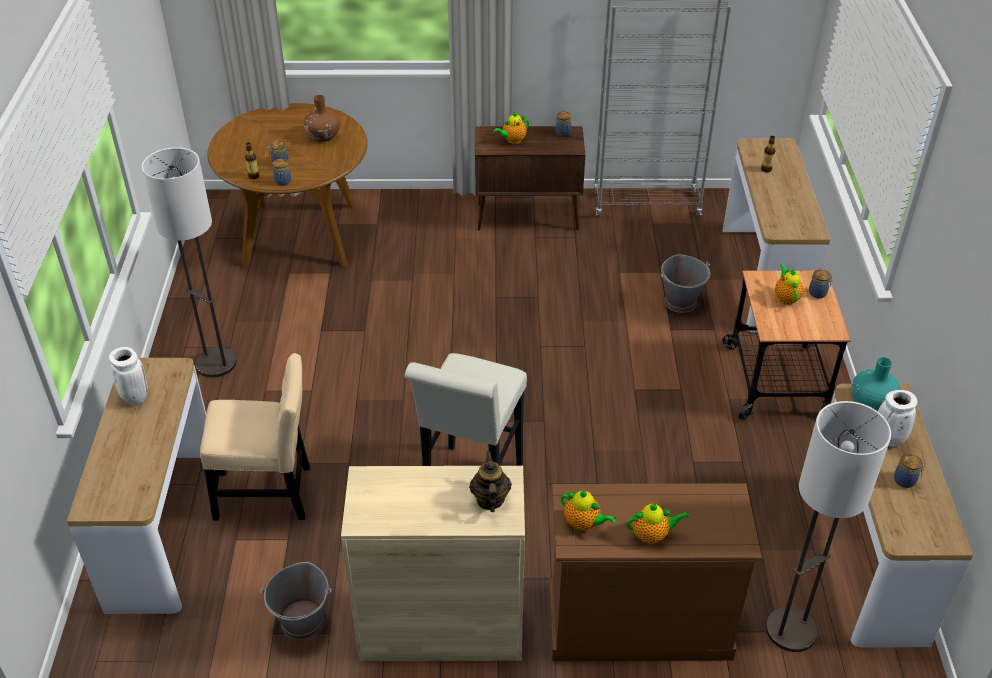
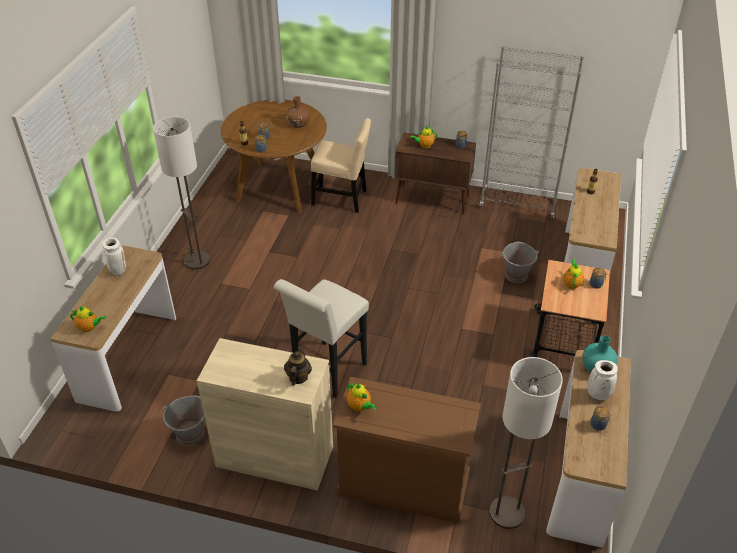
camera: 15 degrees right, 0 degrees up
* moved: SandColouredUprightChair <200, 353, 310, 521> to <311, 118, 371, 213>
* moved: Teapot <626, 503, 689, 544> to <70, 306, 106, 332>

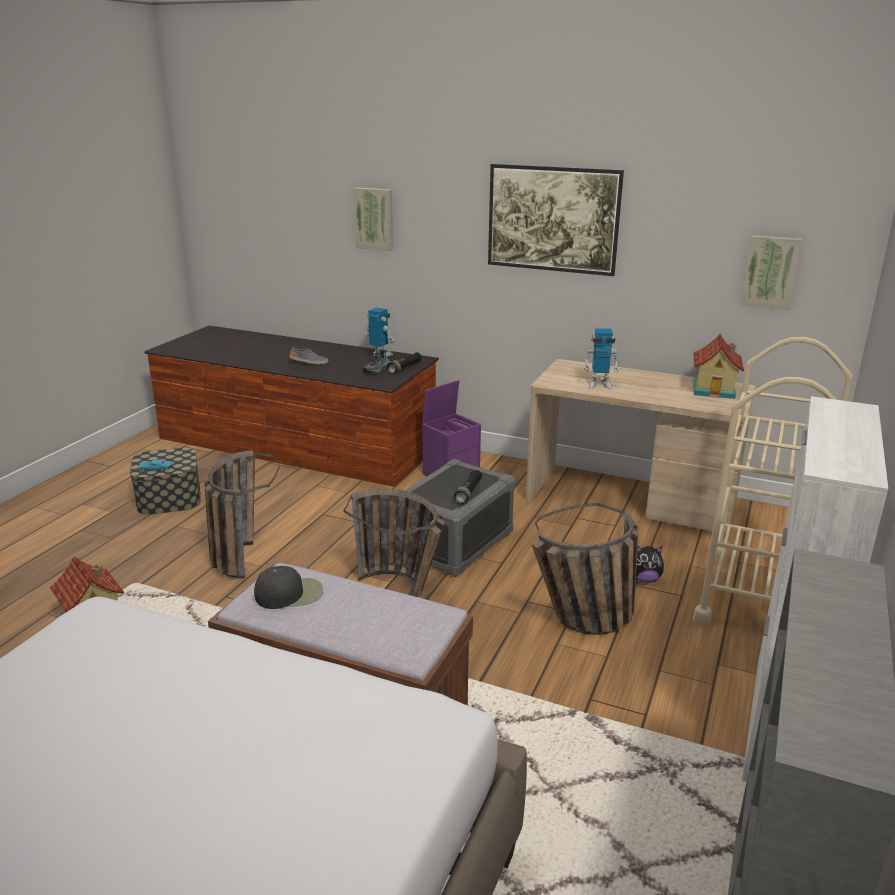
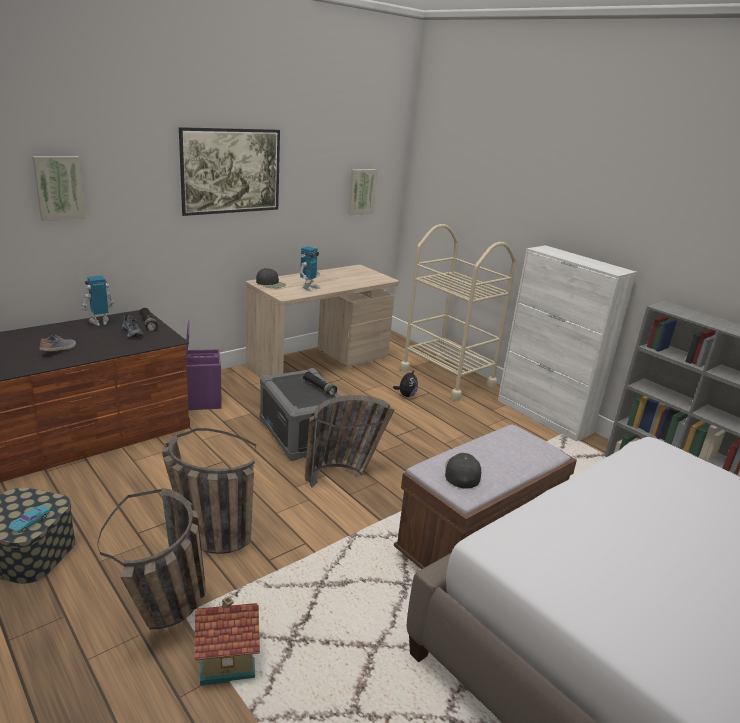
camera: 65 degrees left, 0 degrees up
* moved: StorageBasket <532, 503, 639, 635> to <97, 488, 206, 629>
* removed: ToyHouse <693, 334, 744, 399>
* added: BlackColouredPeakedCap <256, 268, 286, 288>

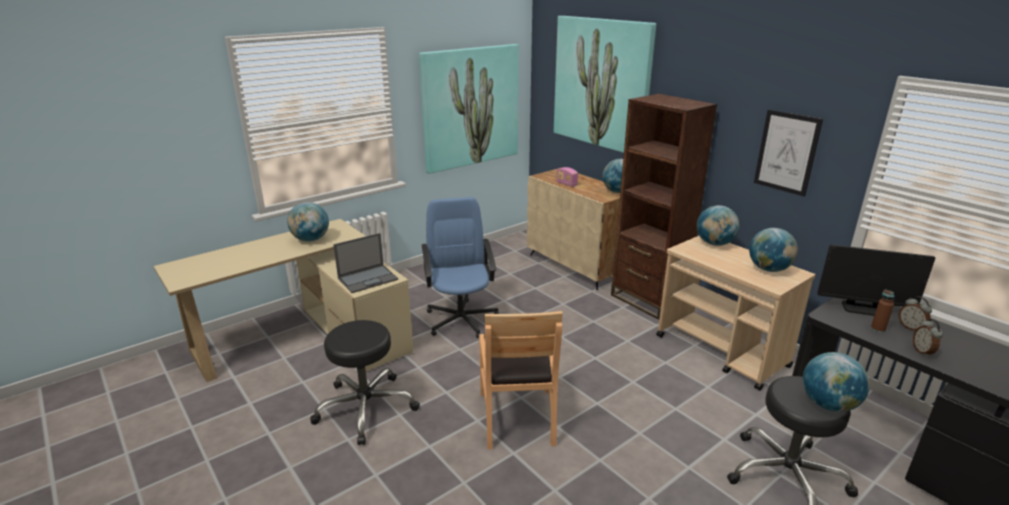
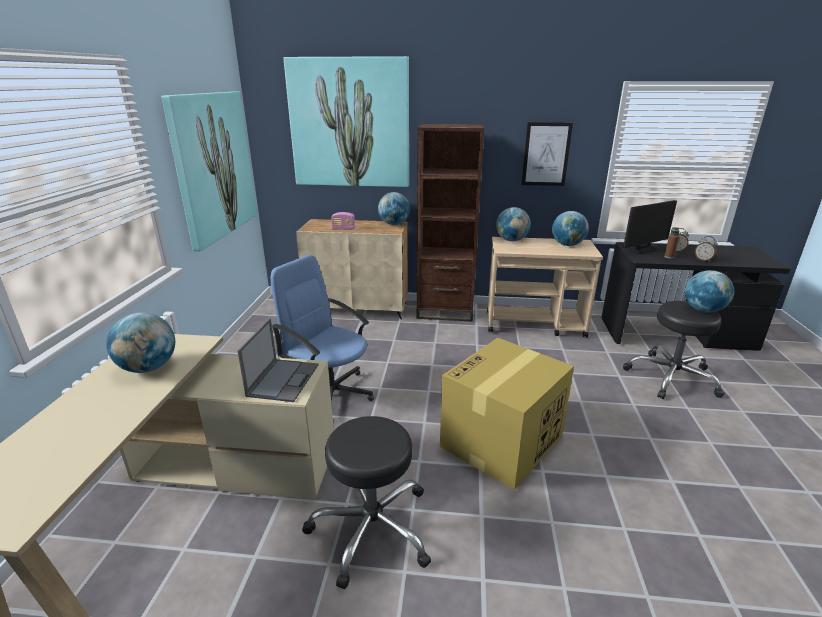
camera: 45 degrees left, 0 degrees up
* replaced: BrownUprightChair <479, 311, 563, 449> to PackingBox <440, 338, 574, 490>

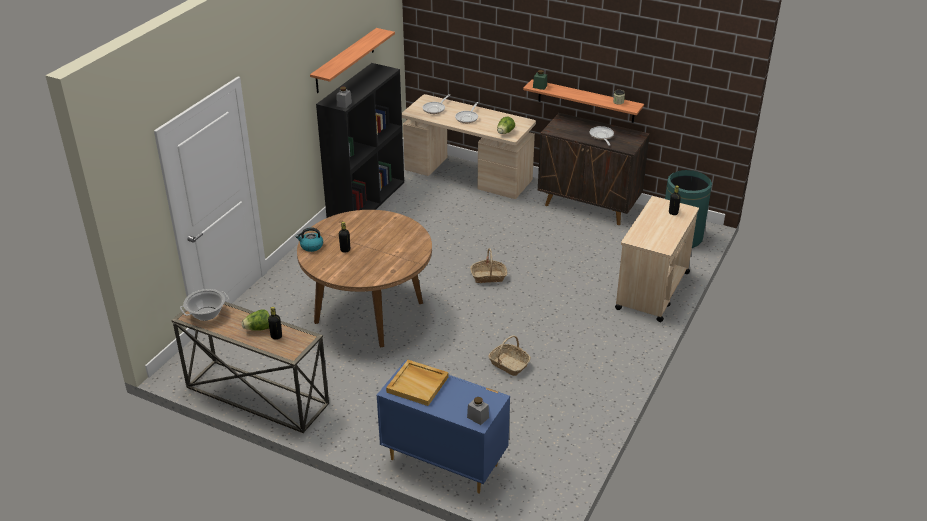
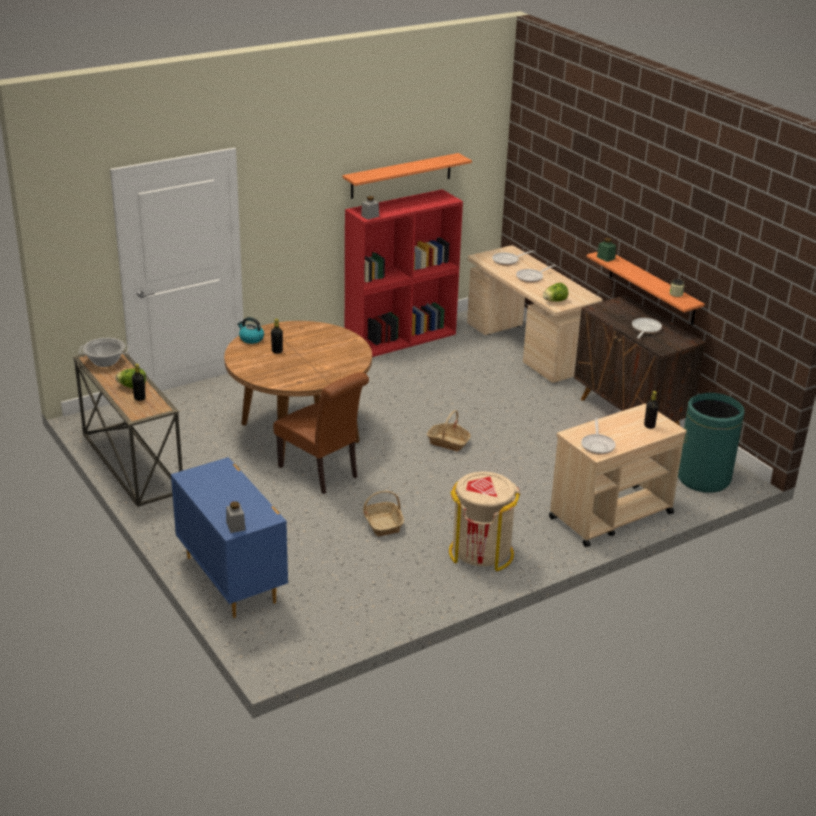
camera: 30 degrees right, 5 degrees down
* recoloured: BlackColouredShelvingUnit <316, 63, 404, 218> to RedShelvingUnit <345, 189, 463, 357>
* removed: SandColouredTray <386, 360, 449, 406>
* added: BrownUprightChair <273, 372, 369, 494>
* added: SandColouredRubbishBin <449, 472, 520, 571>
* added: Pan <581, 418, 616, 455>

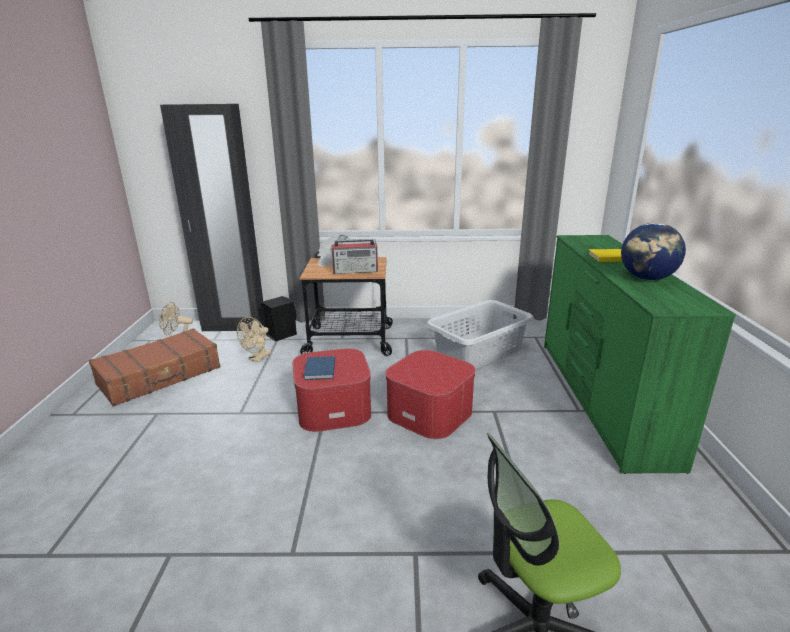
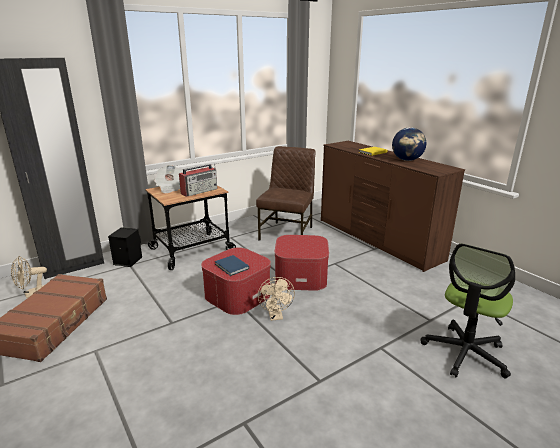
camera: 35 degrees left, 0 degrees up
* moved: SandColouredCoolingFan <237, 317, 271, 362> to <258, 277, 295, 321>
* replaced: GrayLaundryBasket <426, 300, 534, 369> to BrownUprightChair <256, 146, 316, 241>
* recoloured: GreenChestOfDrawers <544, 235, 736, 474> to BrownChestOfDrawers <321, 141, 465, 272>

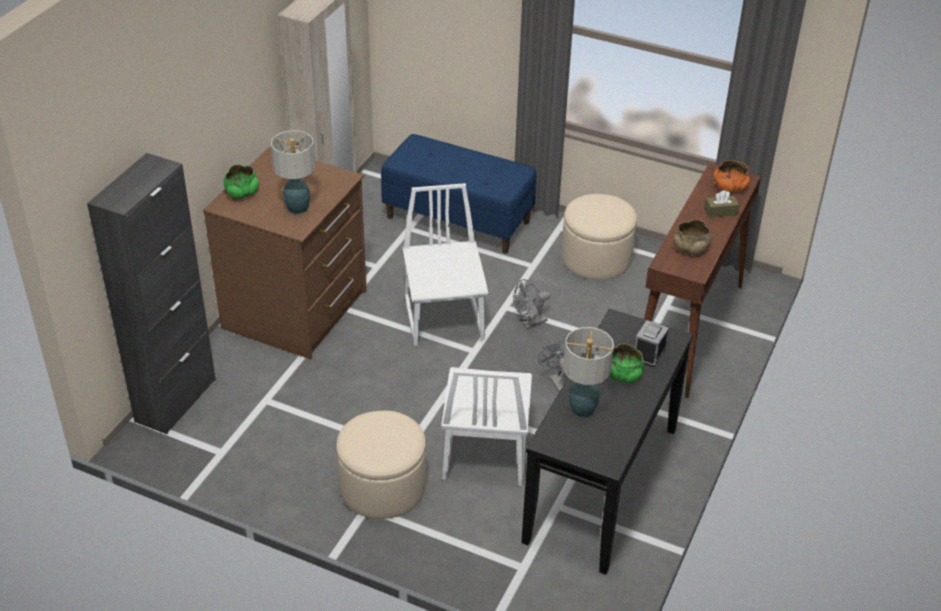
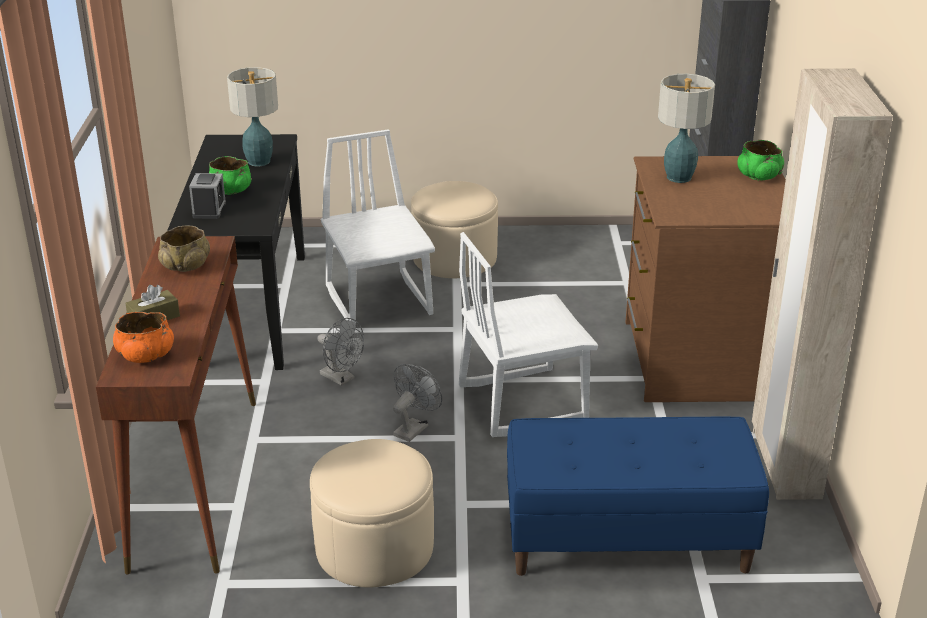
camera: 155 degrees right, 10 degrees down
* turned: WhitishUprightChair <402, 183, 488, 346> = <459, 232, 598, 437> 105 degrees clockwise

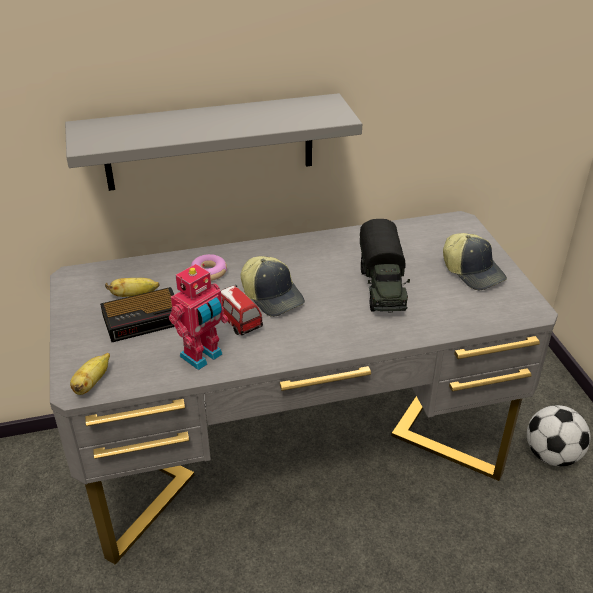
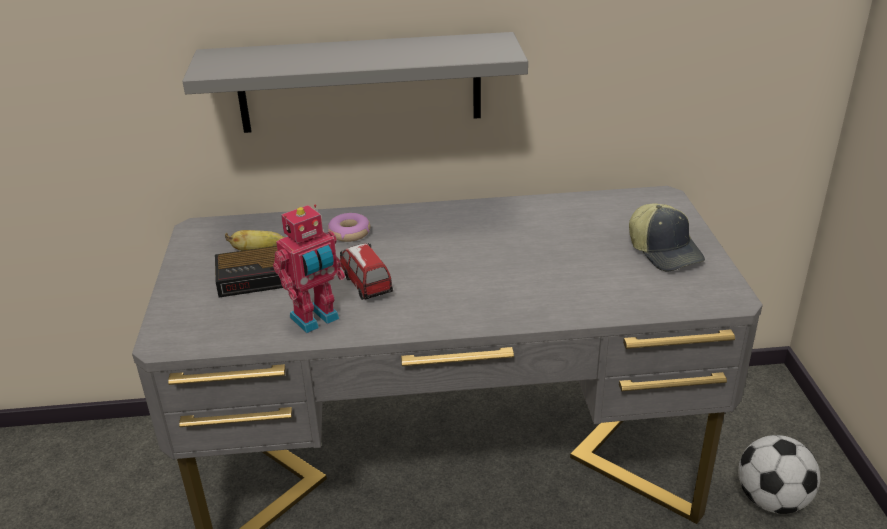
camera: 10 degrees right, 5 degrees down
* removed: BananaFruit <70, 353, 110, 395>
* removed: PeakedCap <241, 256, 305, 317>
* removed: ToyTruck <360, 219, 410, 313>

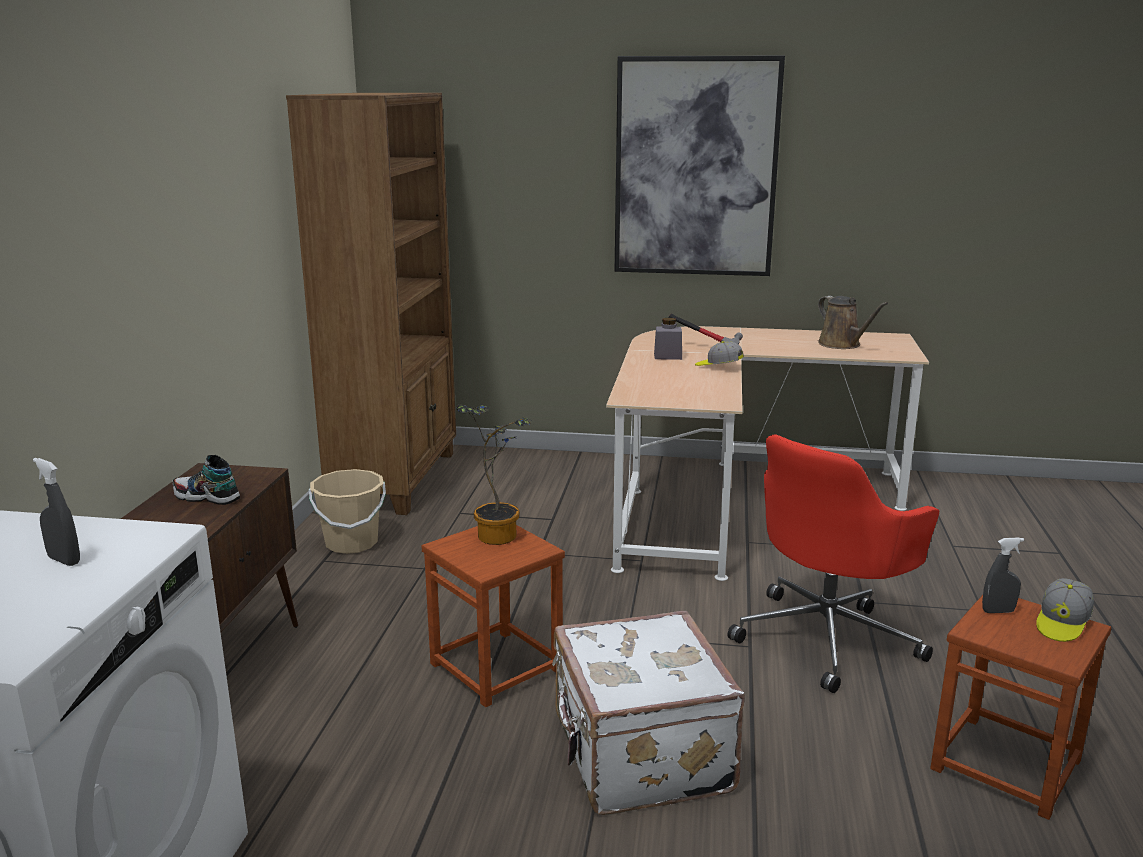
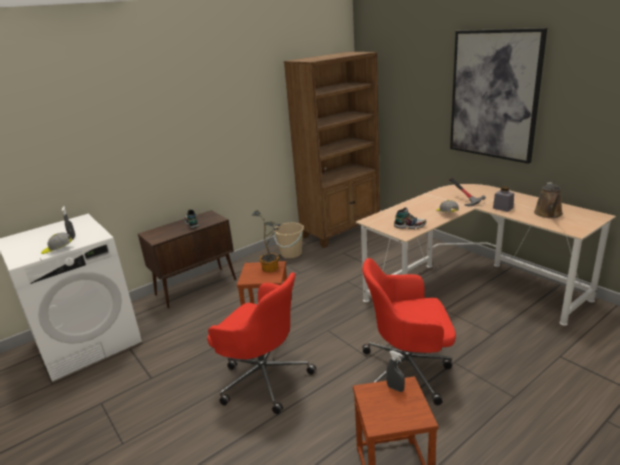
camera: 45 degrees right, 5 degrees up
* replaced: WhitishTravelCase <552, 611, 745, 815> to RedOfficeChair <207, 272, 316, 414>
* moved: GrayJar <654, 318, 682, 360> to <493, 186, 514, 212>
* moved: PeakedCap <1036, 578, 1094, 642> to <41, 232, 72, 254>
* added: ItemOfFootwear <394, 207, 426, 229>

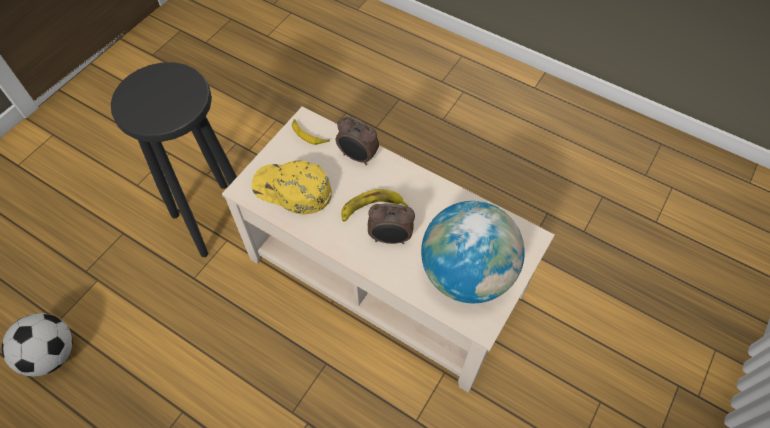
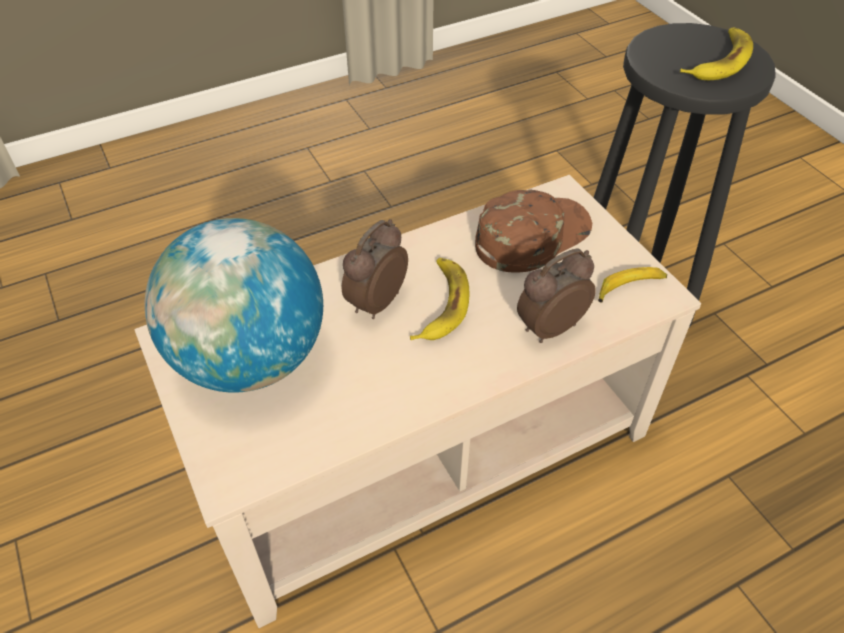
camera: 120 degrees right, 10 degrees down
* removed: BallForFootball <2, 313, 73, 376>
* recoloured: YellowPeakedCap <252, 160, 332, 214> to BrownPeakedCap <475, 190, 592, 273>
* added: BananaFruit <680, 27, 753, 80>

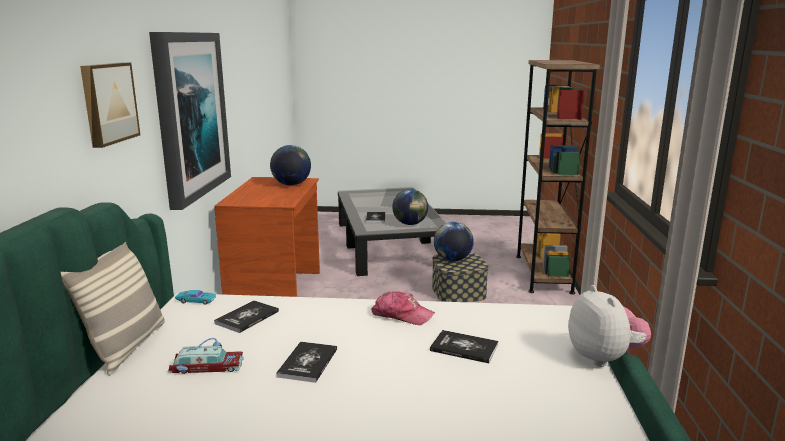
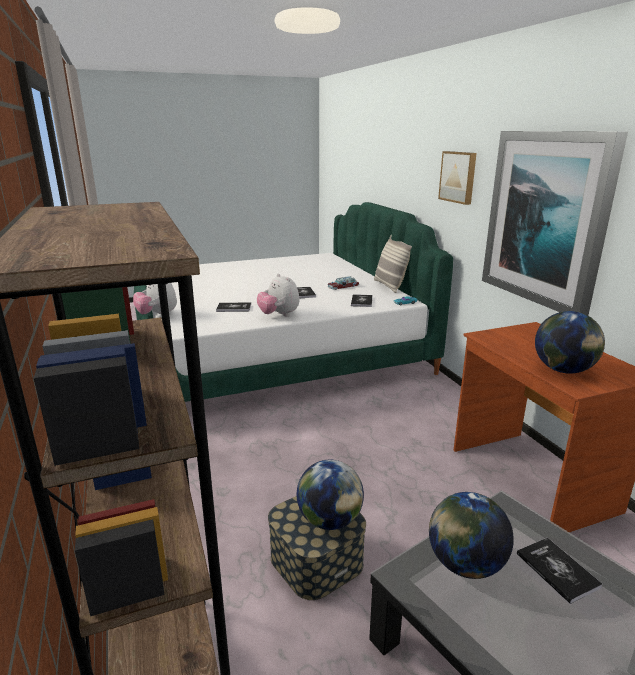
camera: 155 degrees right, 5 degrees up
* replaced: PeakedCap <371, 291, 435, 325> to SoftToy <257, 274, 299, 316>

